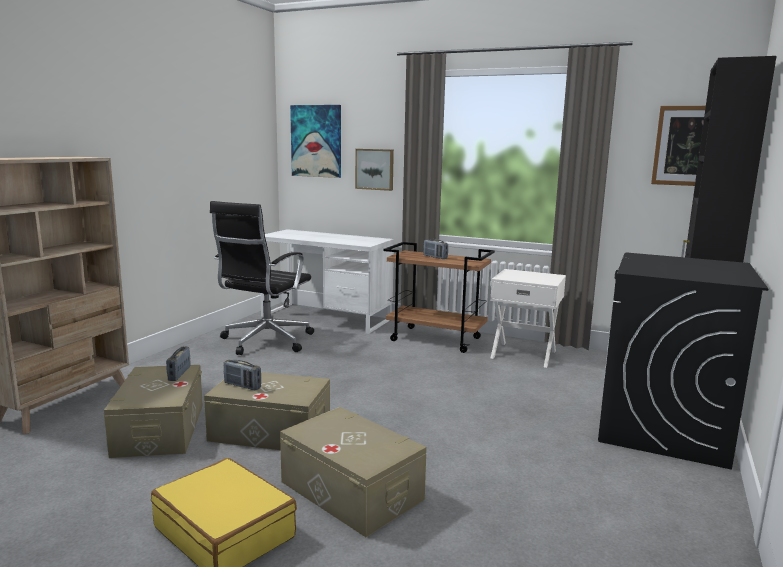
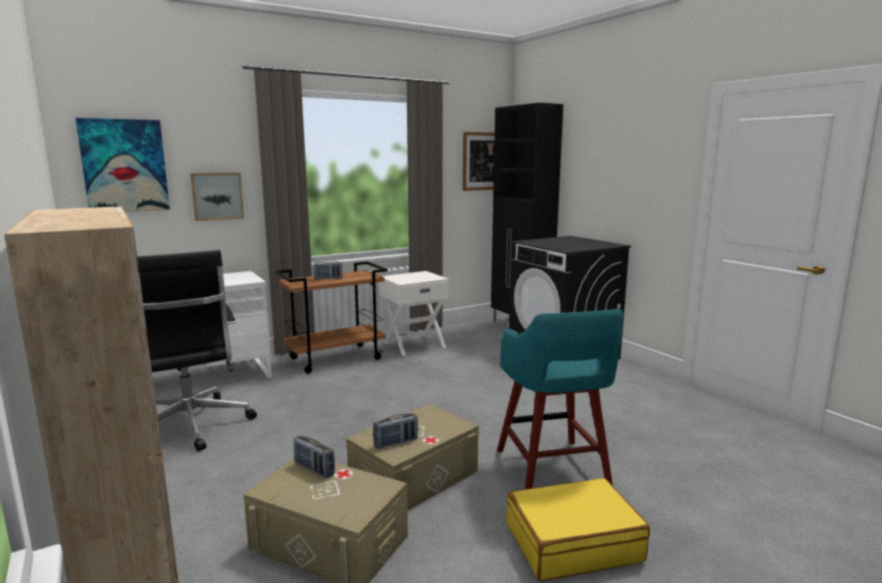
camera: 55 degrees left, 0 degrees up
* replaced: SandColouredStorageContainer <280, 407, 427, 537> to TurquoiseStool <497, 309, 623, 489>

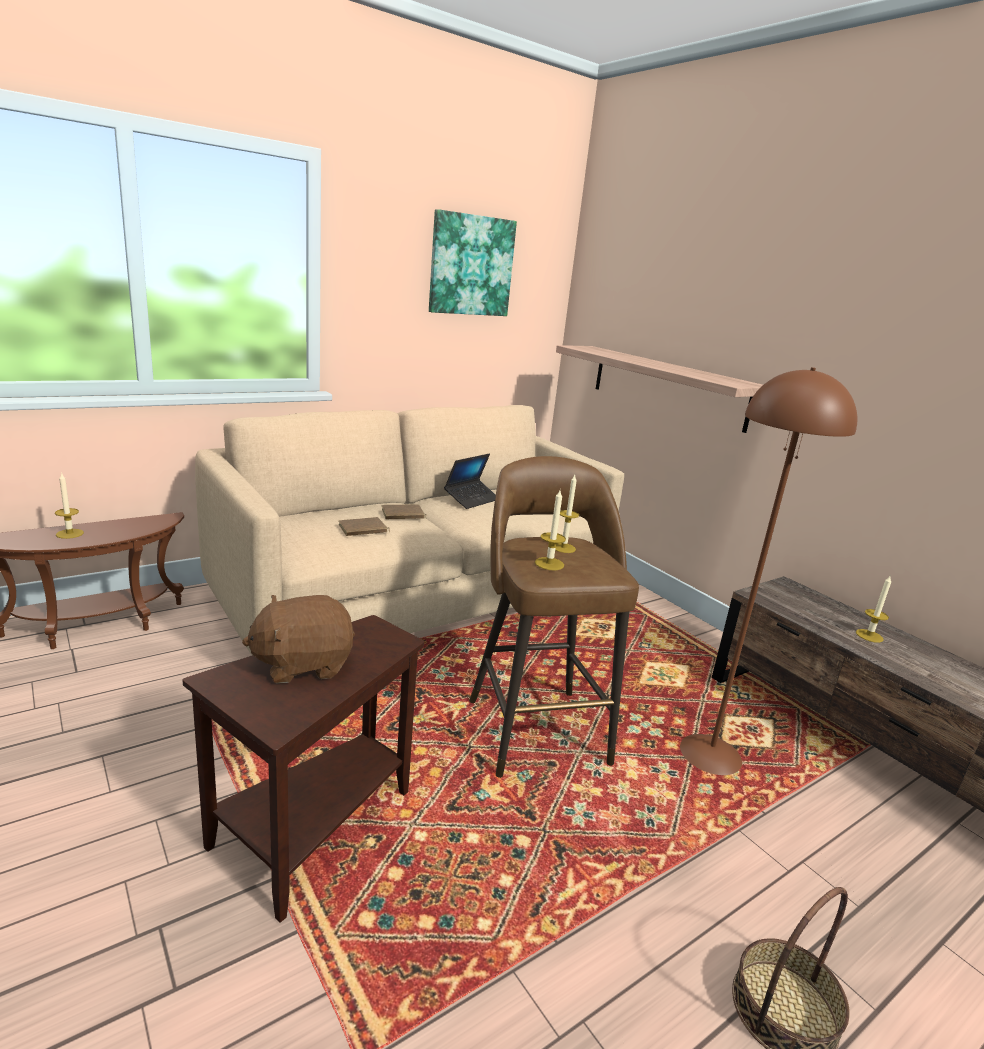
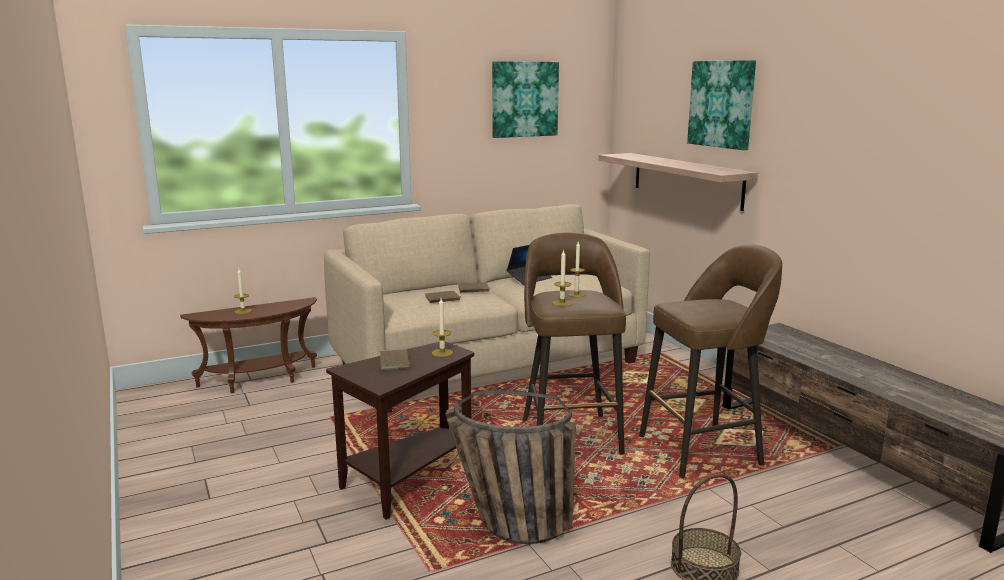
camera: 10 degrees right, 5 degrees down
* replaced: BrownSoftToy <242, 595, 355, 684> to BrownBook <380, 348, 415, 370>
* replaced: BrownFloorLamp <680, 367, 857, 775> to BrownStool <639, 244, 782, 478>
* moved: Candle <856, 576, 891, 643> to <432, 298, 453, 357>
* added: StorageBasket <445, 391, 576, 544>
* added: Picture <687, 60, 756, 150>

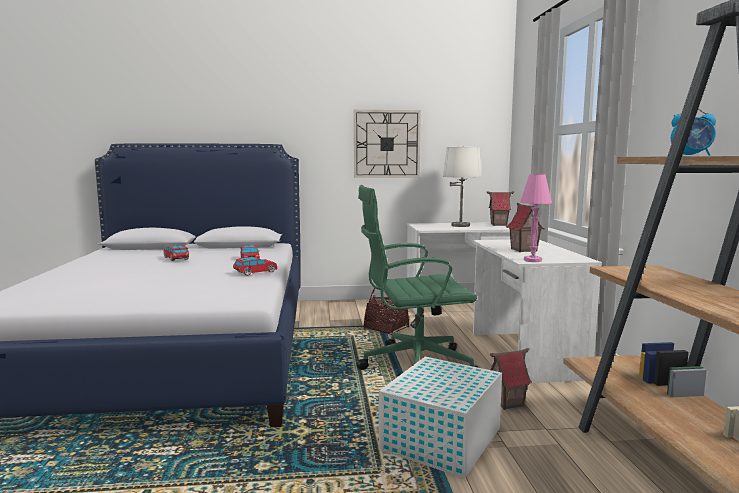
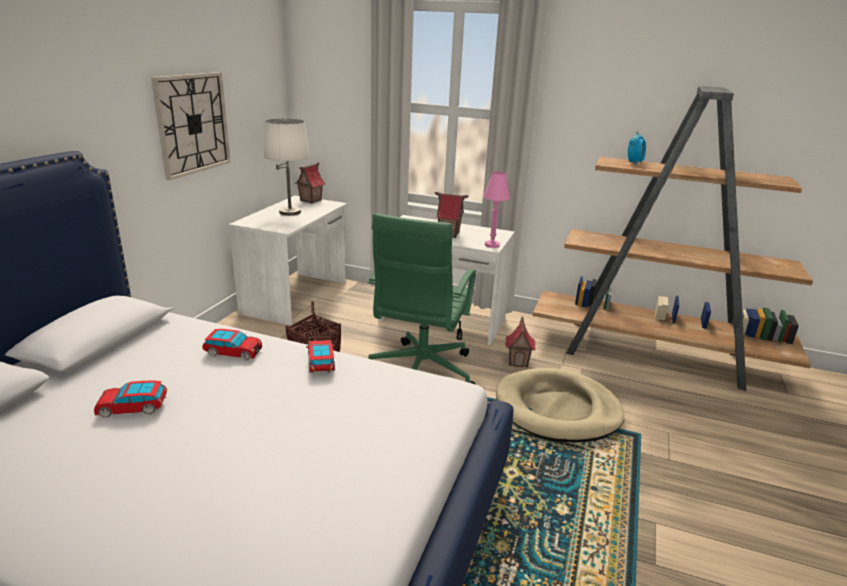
camera: 65 degrees left, 15 degrees up
* replaced: WhitishStorageContainer <379, 357, 502, 479> to SandColouredDogCushion <496, 368, 625, 442>

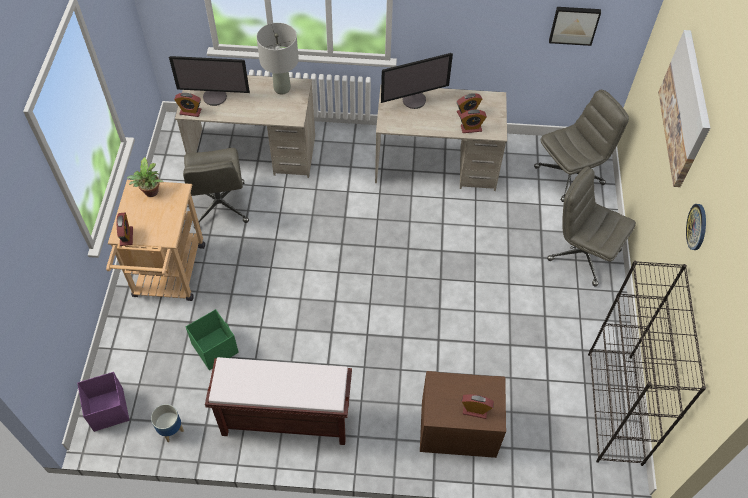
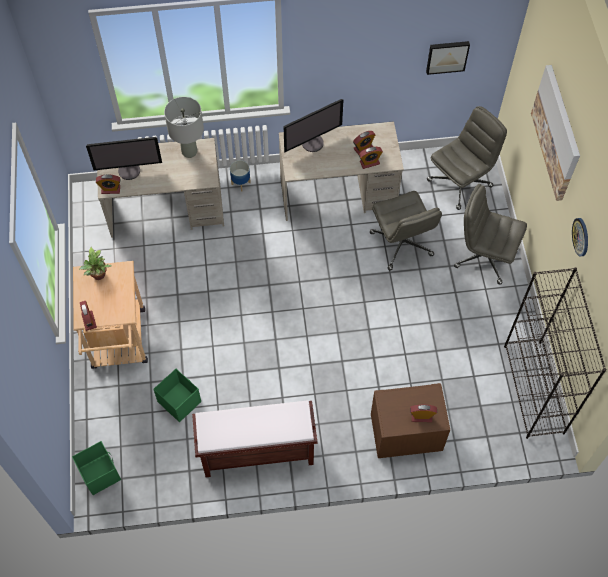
camera: 10 degrees left, 5 degrees up
* recoloured: PurplishStorageContainer <77, 372, 129, 432> to GreenStorageContainer <72, 441, 121, 495>
* moved: PlantPot <151, 404, 184, 442> to <230, 160, 251, 191>
* moved: GrayOfficeChair <183, 148, 249, 229> to <370, 191, 442, 270>

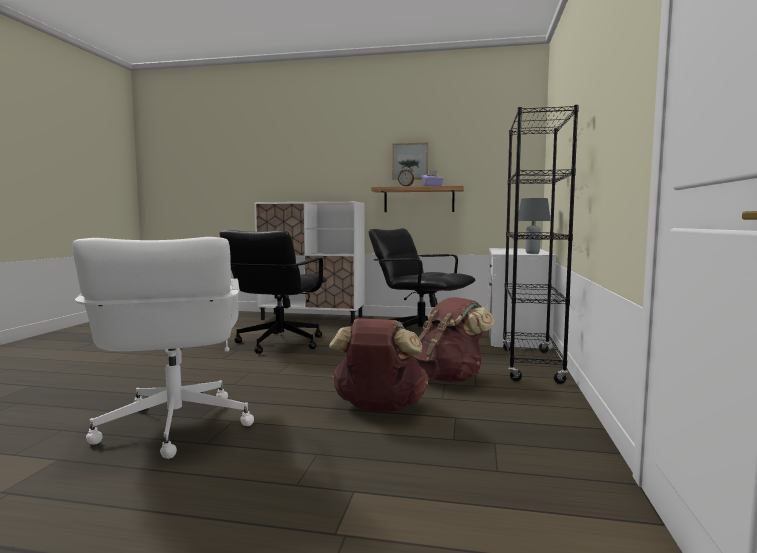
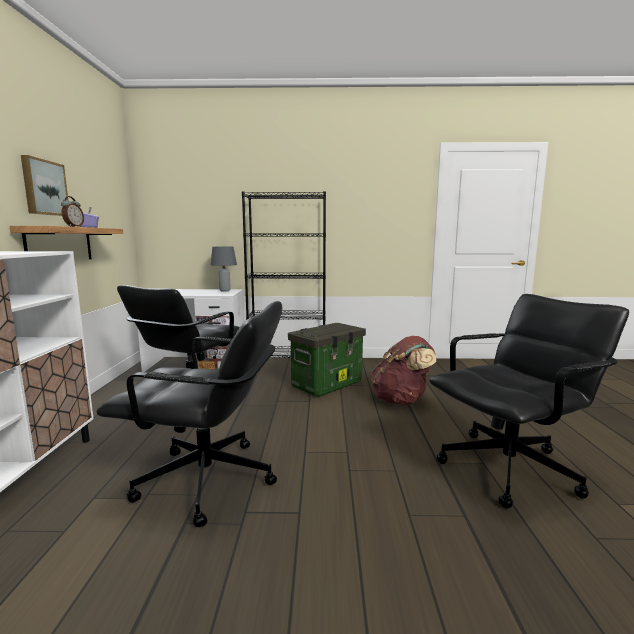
camera: 100 degrees left, 5 degrees up
* recoloured: WhitishOfficeChair <72, 237, 254, 459> to BlackColouredOfficeChair <429, 294, 629, 509>
* replaced: BrownBackpack <414, 297, 495, 382> to StorageContainer <288, 323, 366, 397>

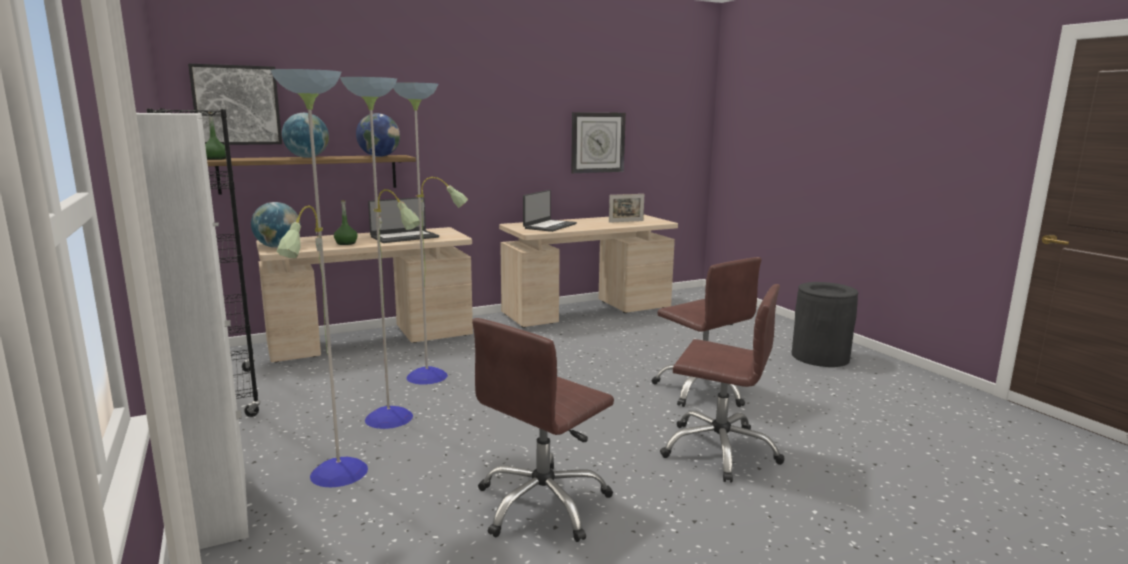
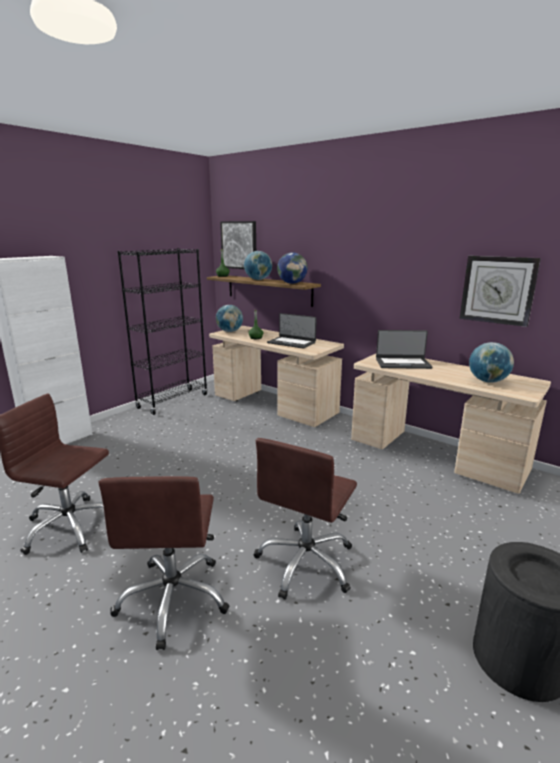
camera: 65 degrees right, 5 degrees up
* removed: FloorLamp <270, 69, 468, 487>
* replaced: PhotoFrame <609, 194, 644, 223> to DeskGlobe <469, 342, 514, 383>

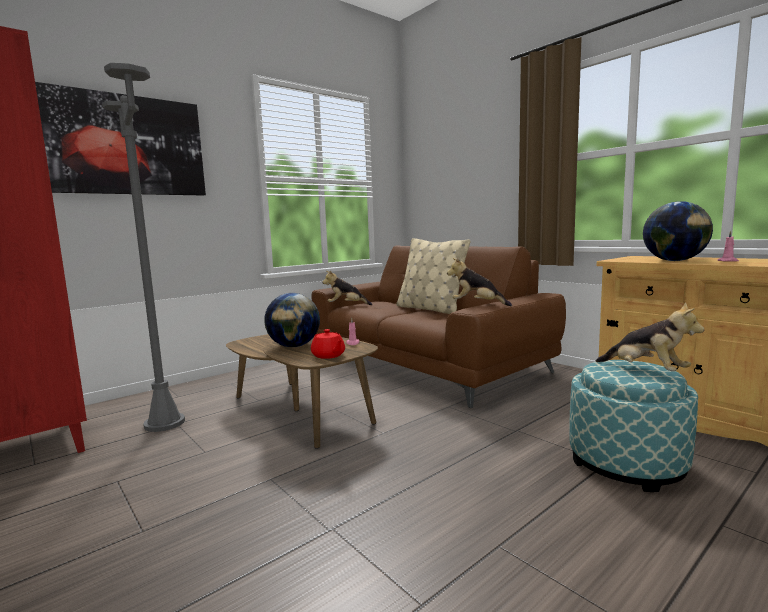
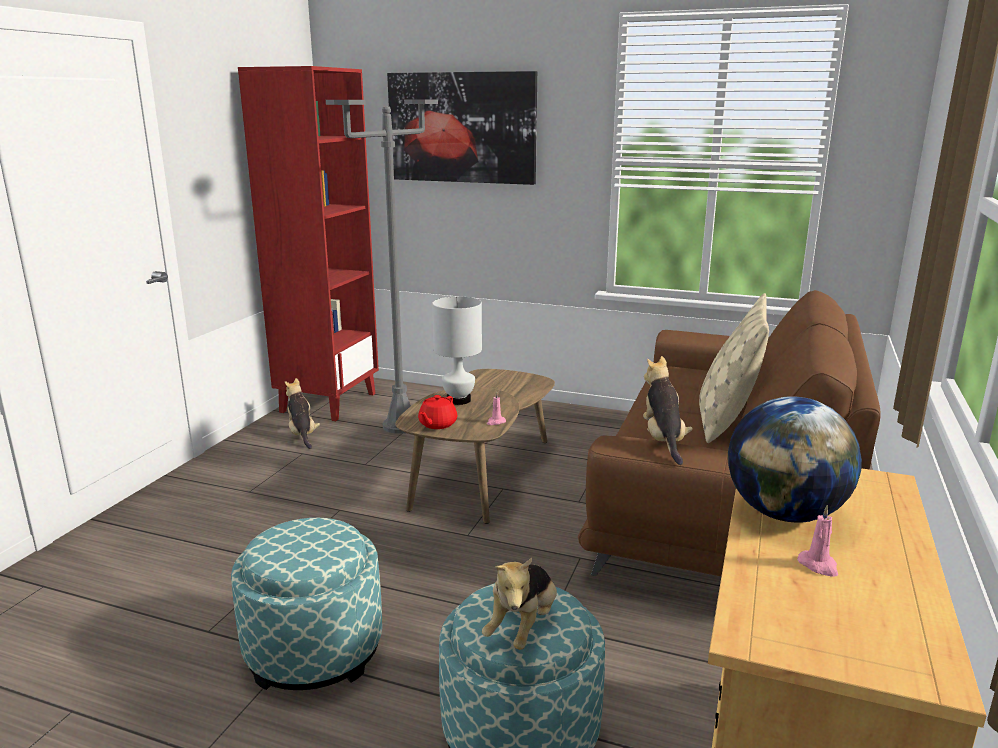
camera: 60 degrees right, 10 degrees up
* replaced: DeskGlobe <264, 293, 320, 347> to WhitishLampForATable <432, 297, 482, 405>
* moved: SoftToy <322, 270, 372, 305> to <285, 378, 320, 449>
* added: Ottoman <231, 518, 382, 690>

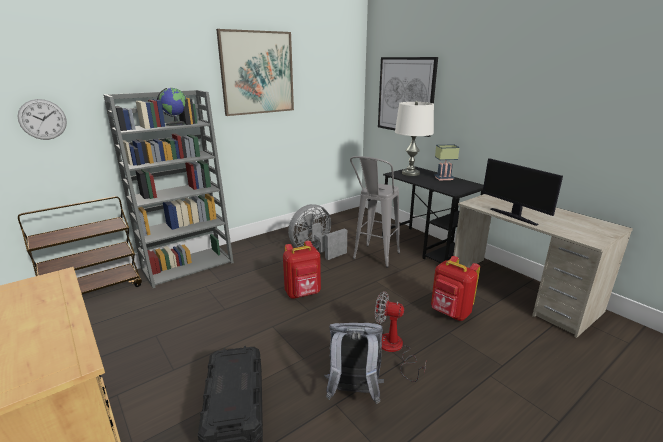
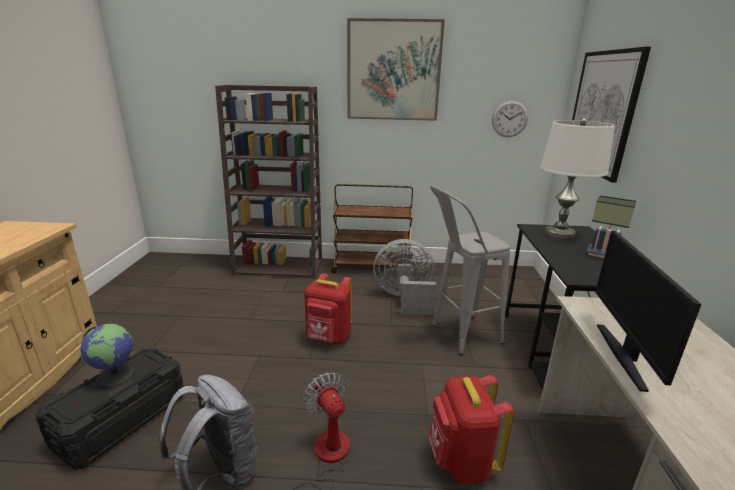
camera: 40 degrees right, 0 degrees up
* moved: WallClock <17, 99, 67, 140> to <492, 101, 528, 137>
* moved: BrownCart <18, 196, 142, 294> to <331, 184, 413, 273>
* recoloured: GrayShelvingUnit <103, 90, 234, 288> to BrownShelvingUnit <215, 85, 322, 279>
* moved: DeskGlobe <157, 88, 186, 126> to <80, 324, 135, 388>

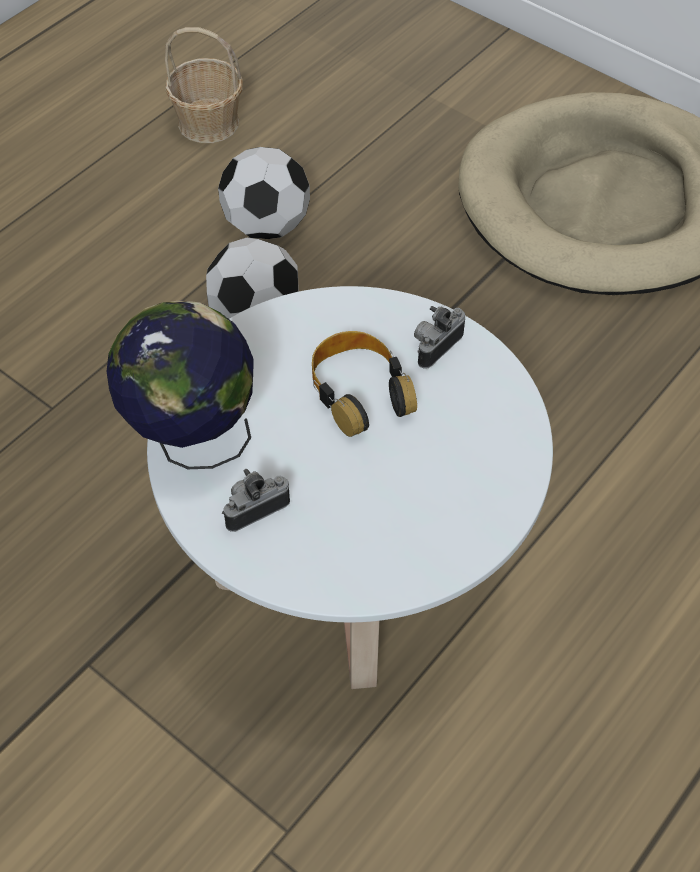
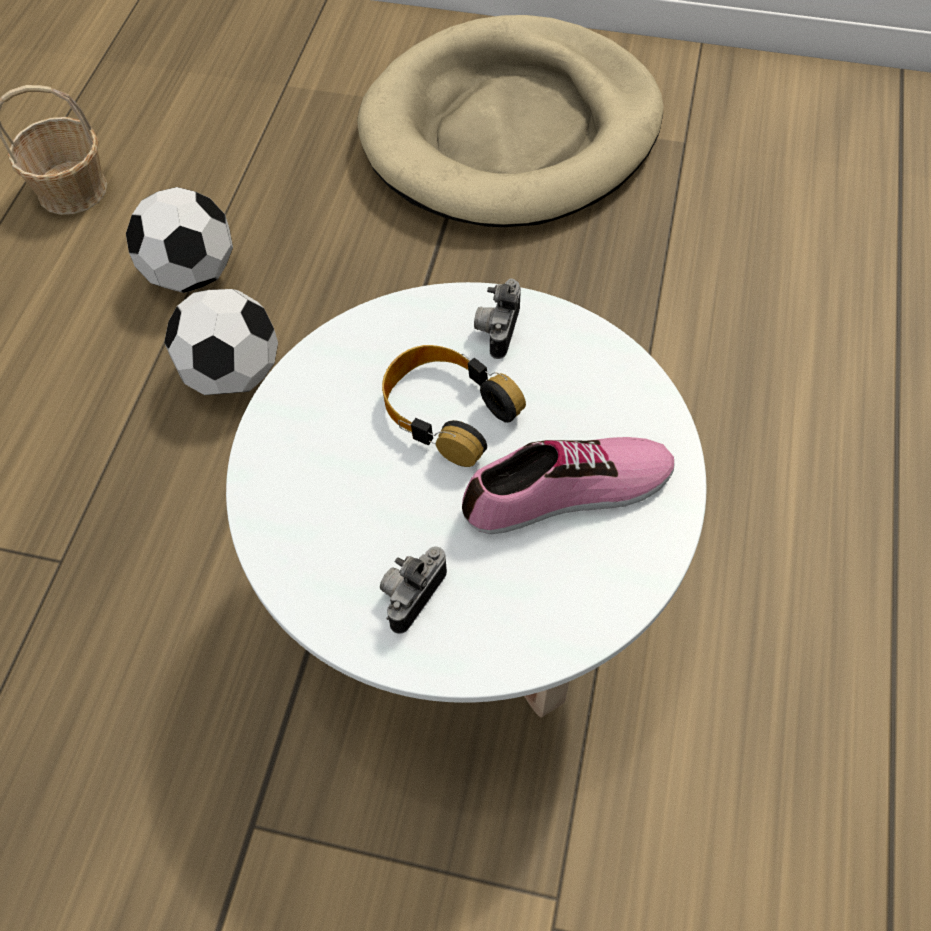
camera: 25 degrees left, 5 degrees up
* removed: DeskGlobe <107, 300, 254, 469>
* added: ItemOfFootwear <462, 437, 674, 534>

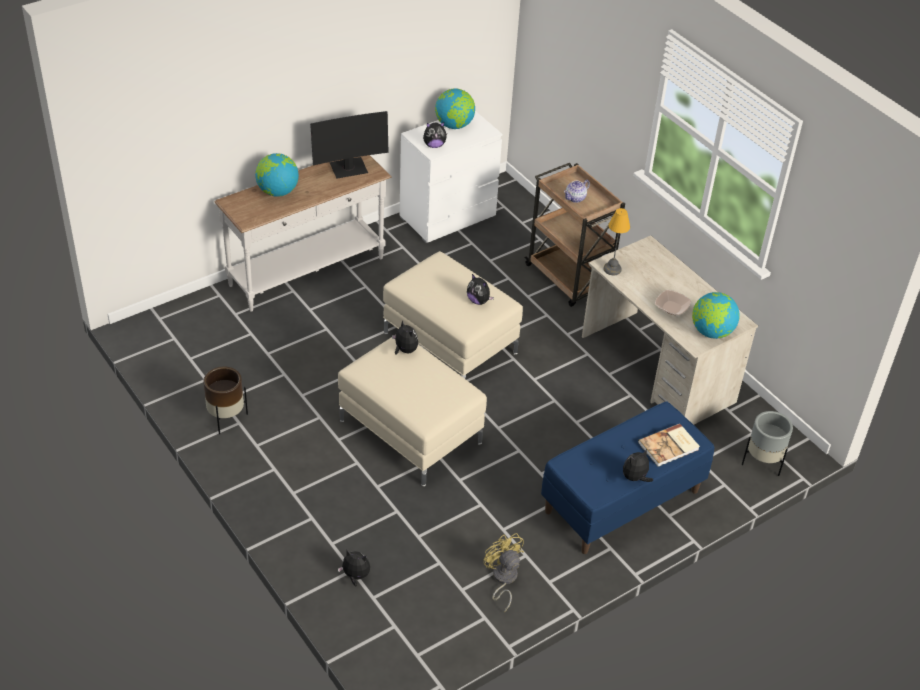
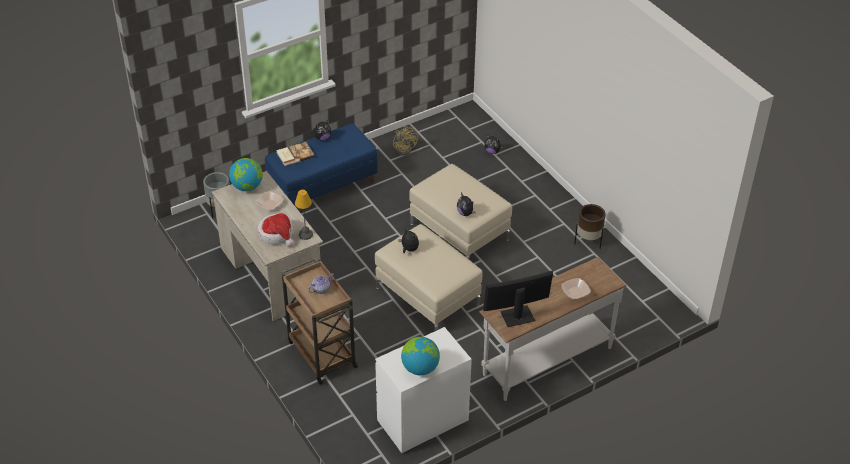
camera: 175 degrees left, 0 degrees up
* replaced: DeskGlobe <255, 153, 299, 197> to Bowl <561, 278, 591, 299>
* removed: SoftToy <423, 122, 447, 148>
* added: ClothingHat <258, 213, 294, 247>

